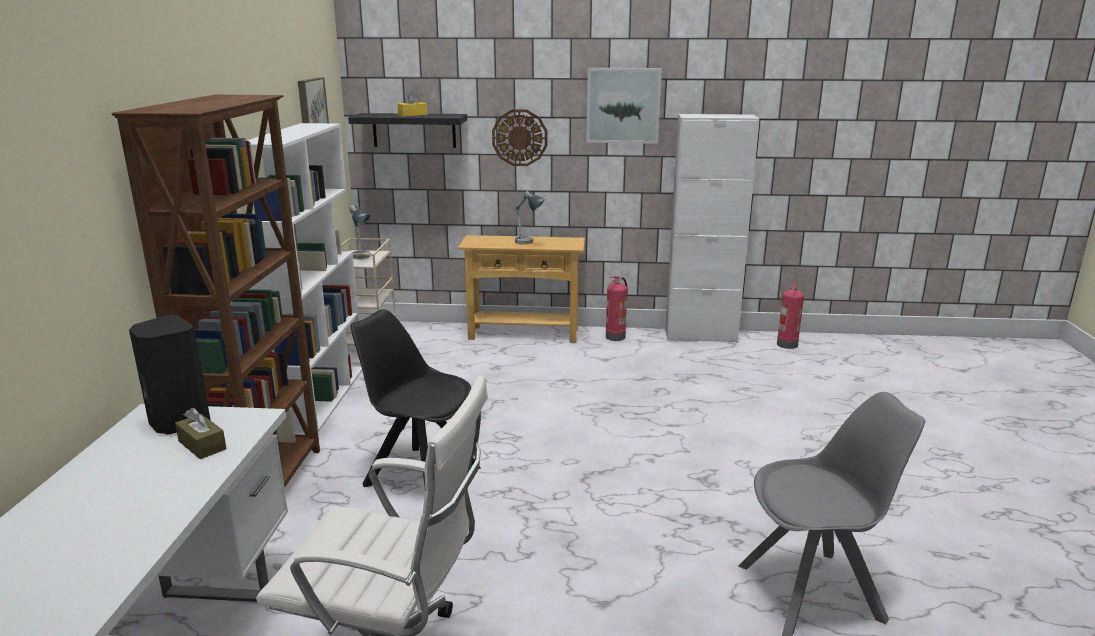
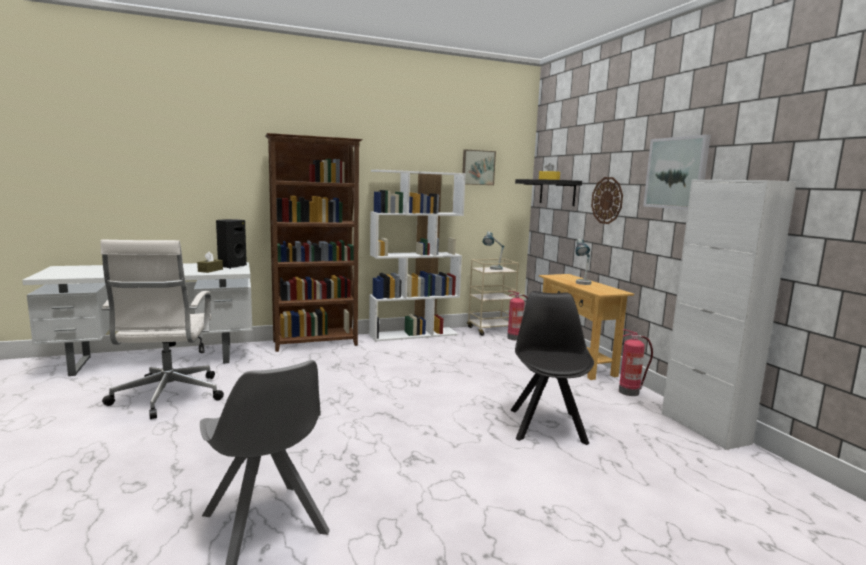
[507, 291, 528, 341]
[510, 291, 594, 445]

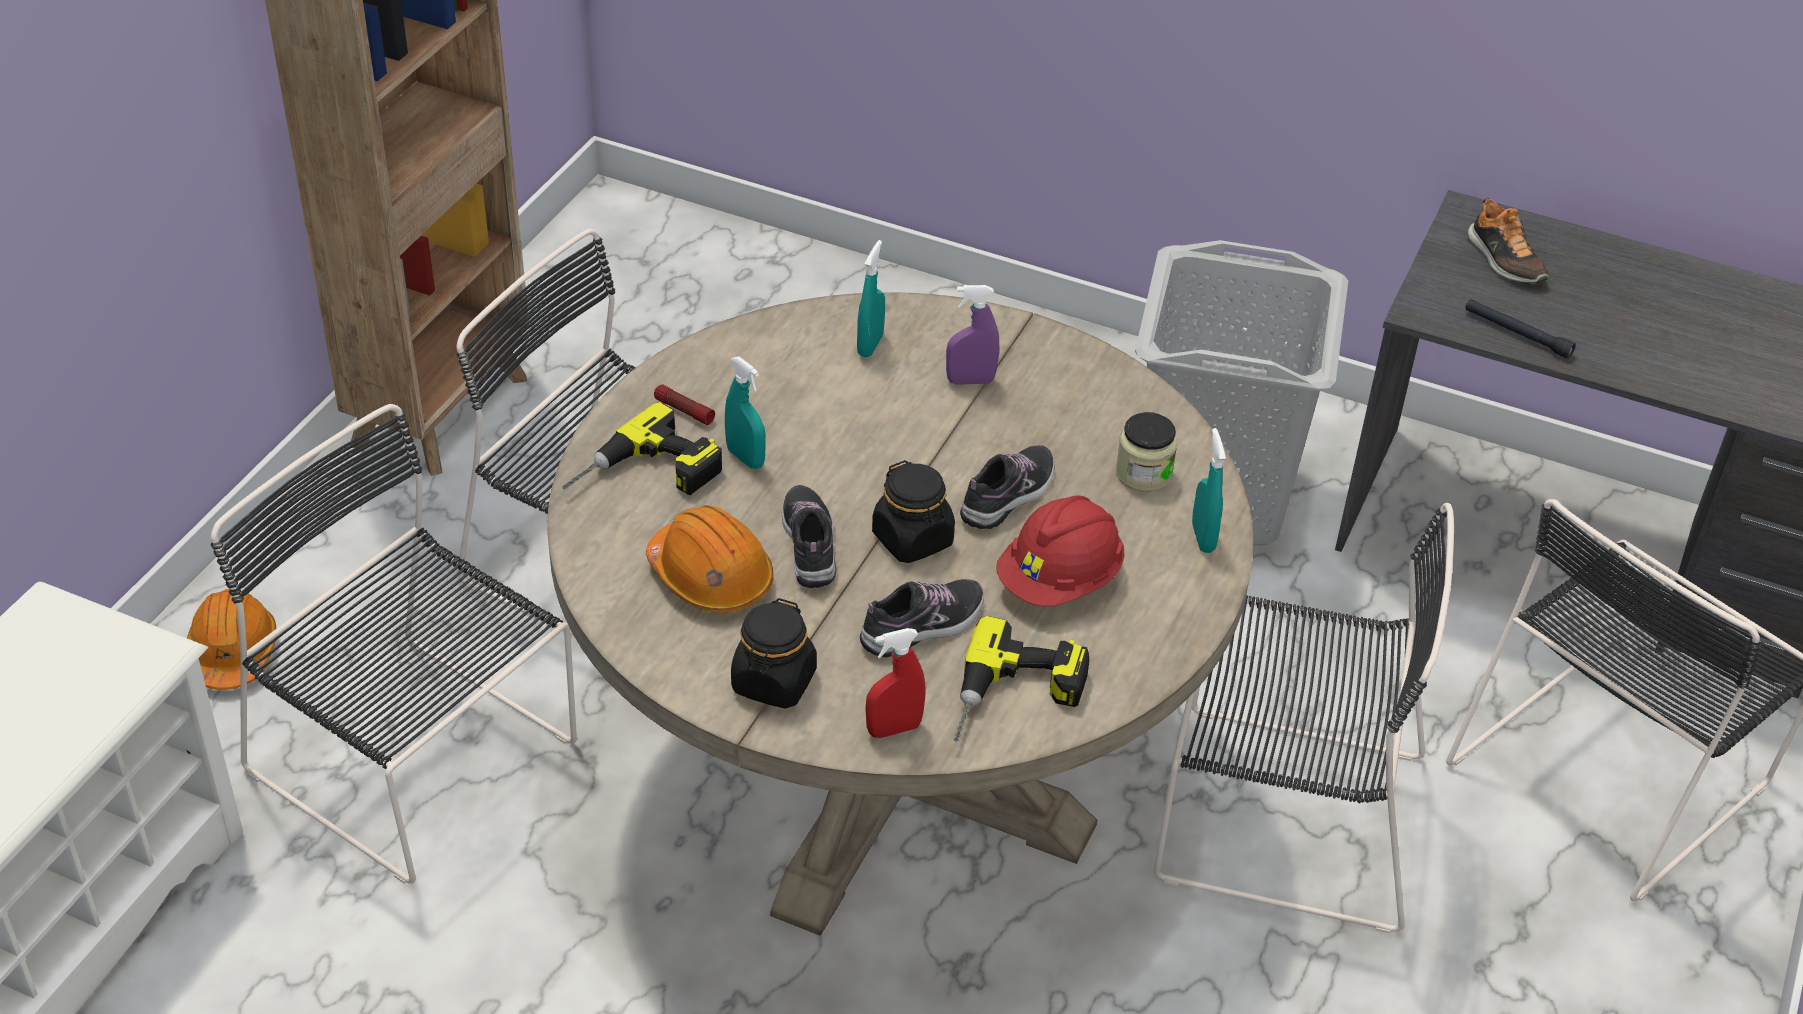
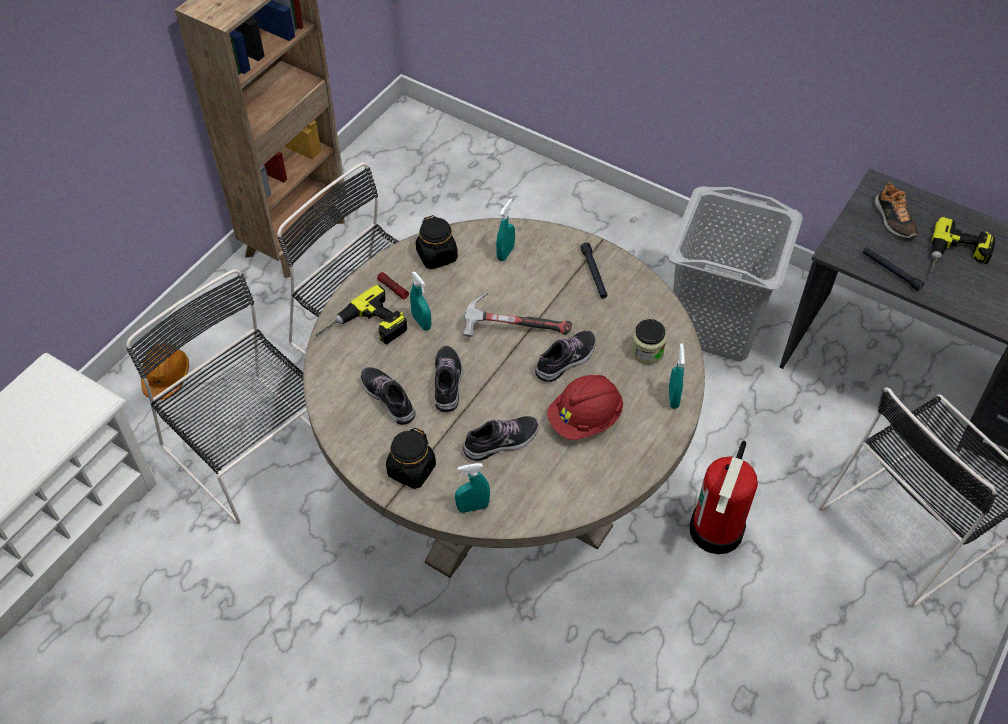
[361, 367, 415, 425]
[416, 215, 458, 269]
[455, 463, 490, 513]
[463, 293, 572, 337]
[580, 242, 608, 298]
[690, 441, 758, 554]
[930, 217, 995, 275]
[946, 285, 999, 385] (first image)

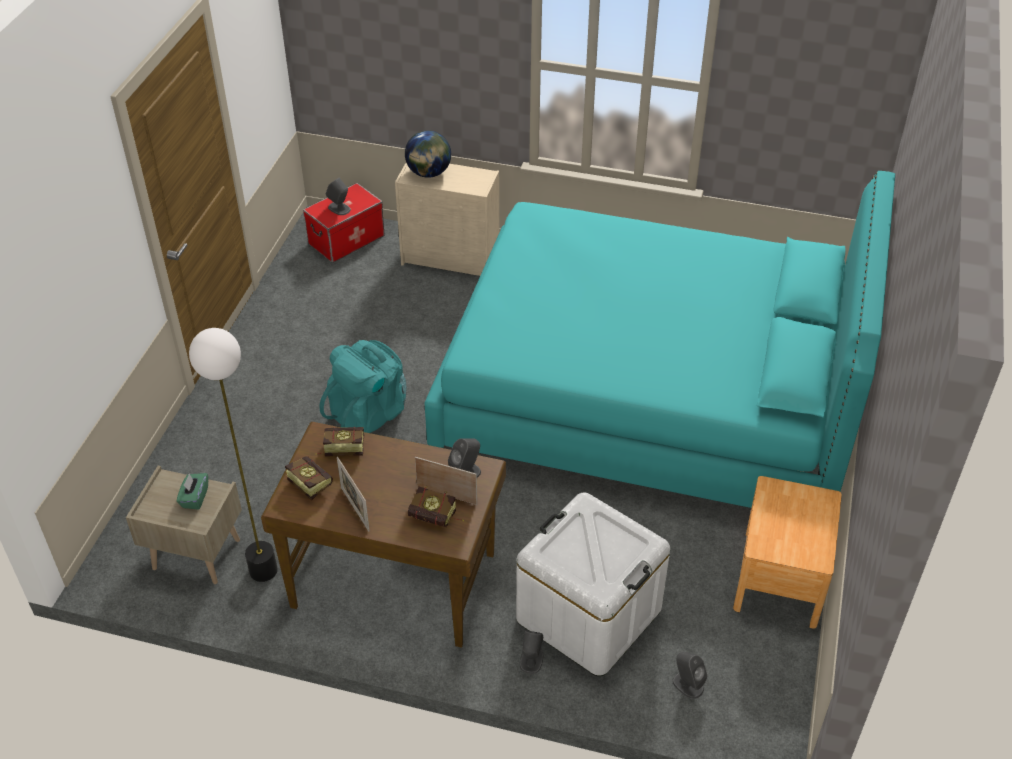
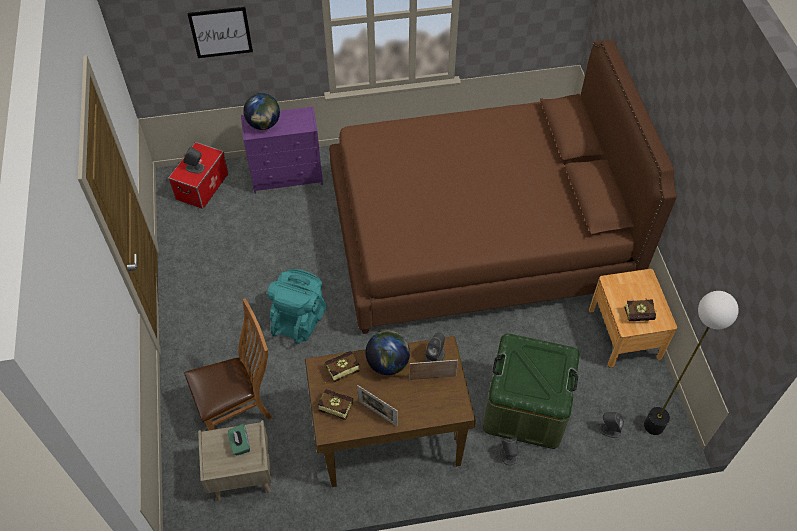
[184, 298, 272, 431]
[187, 7, 253, 58]
[241, 106, 323, 194]
[329, 40, 677, 334]
[365, 330, 410, 375]
[483, 334, 580, 449]
[625, 299, 656, 321]
[644, 291, 739, 435]

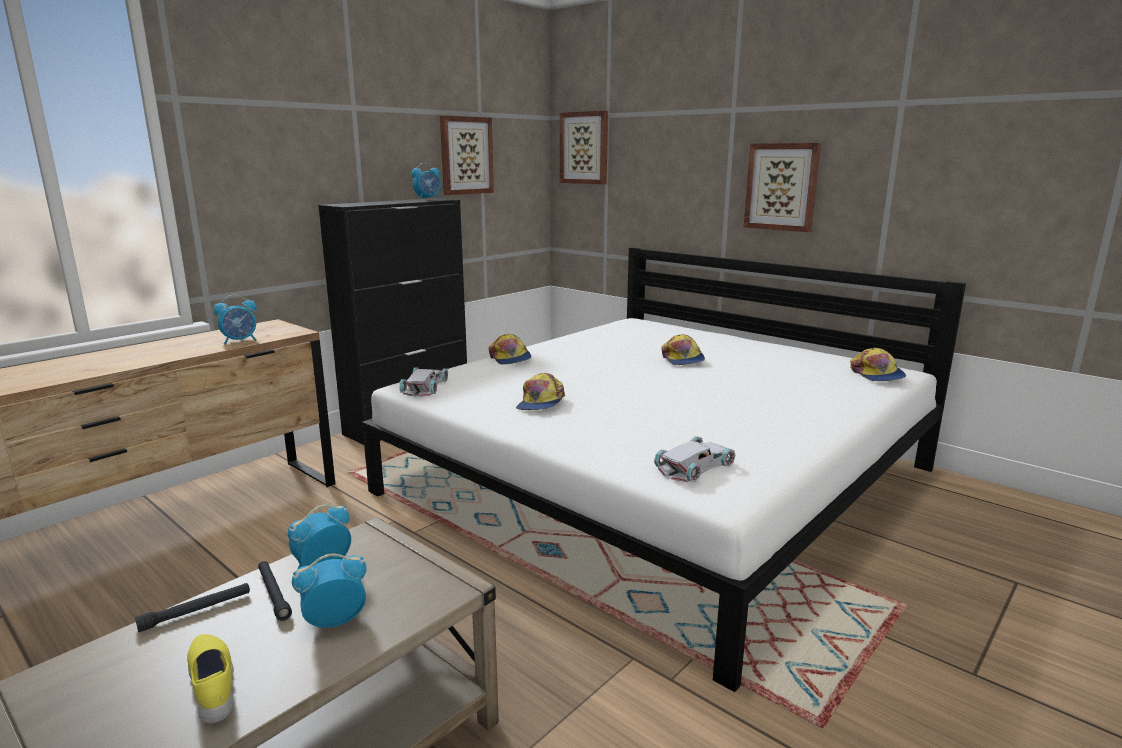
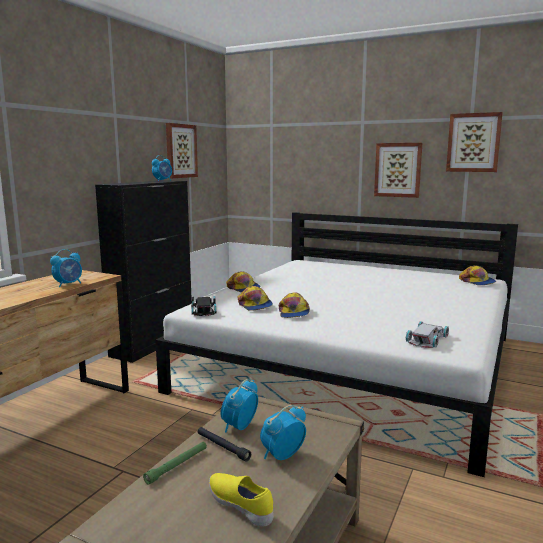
[143, 442, 207, 485]
[191, 296, 217, 316]
[238, 286, 273, 311]
[446, 112, 503, 172]

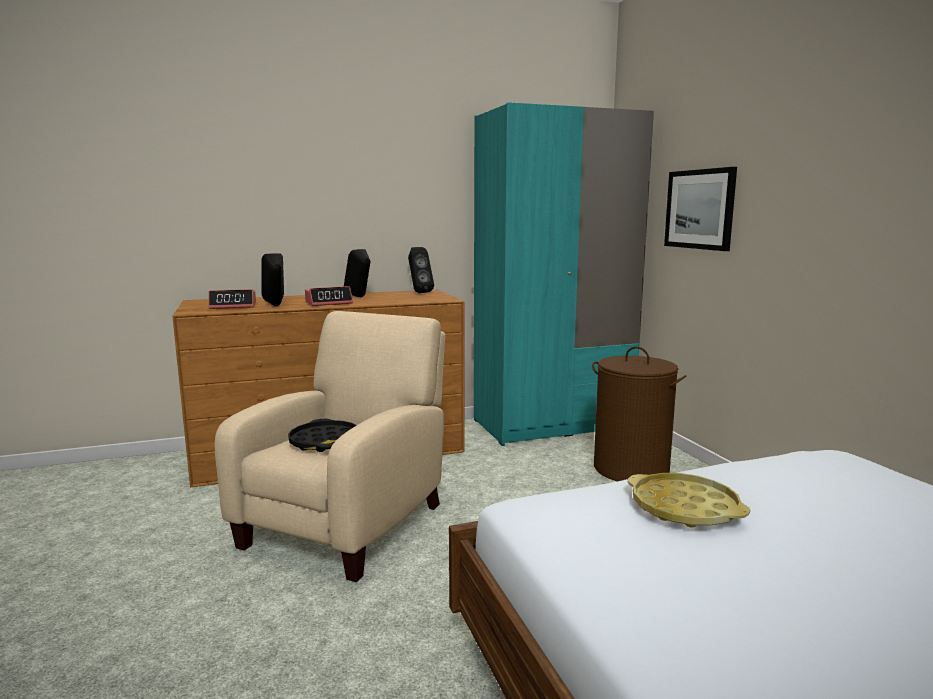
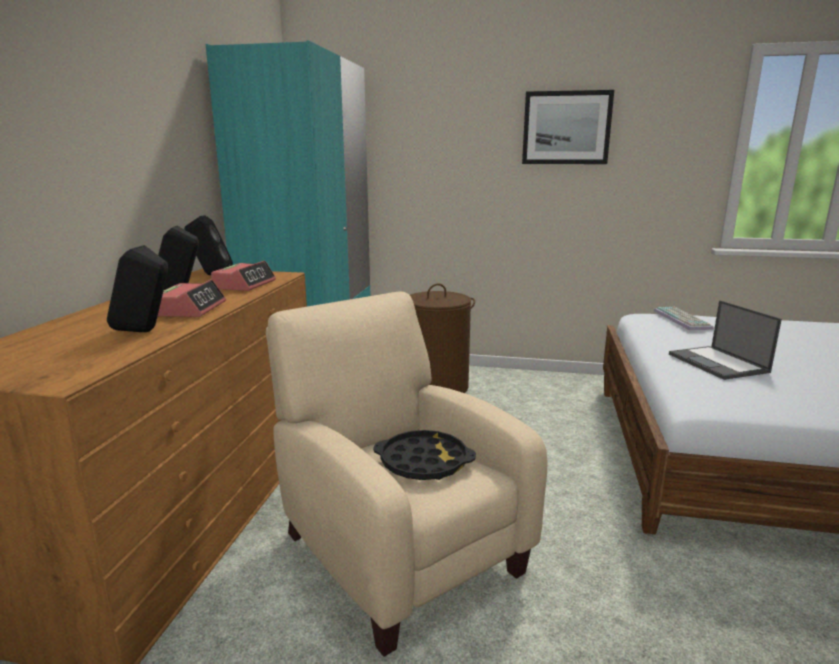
[211, 261, 276, 291]
[522, 90, 614, 164]
[654, 307, 714, 330]
[669, 300, 782, 380]

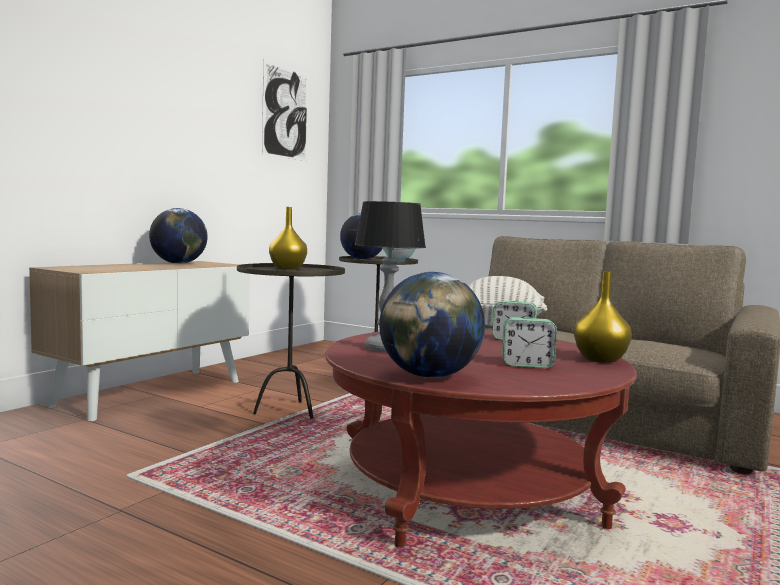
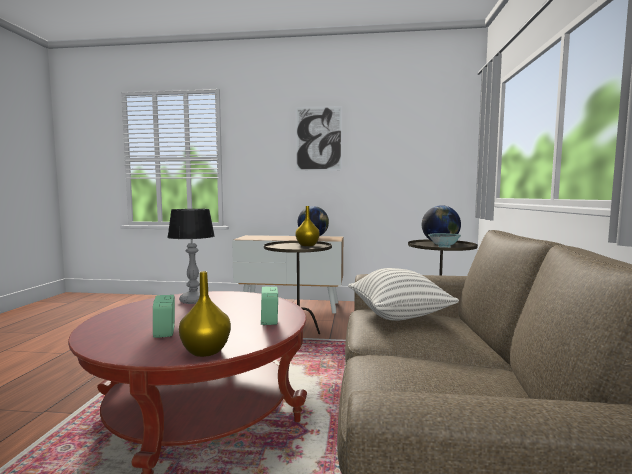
[295, 106, 342, 171]
[379, 272, 485, 378] (first image)

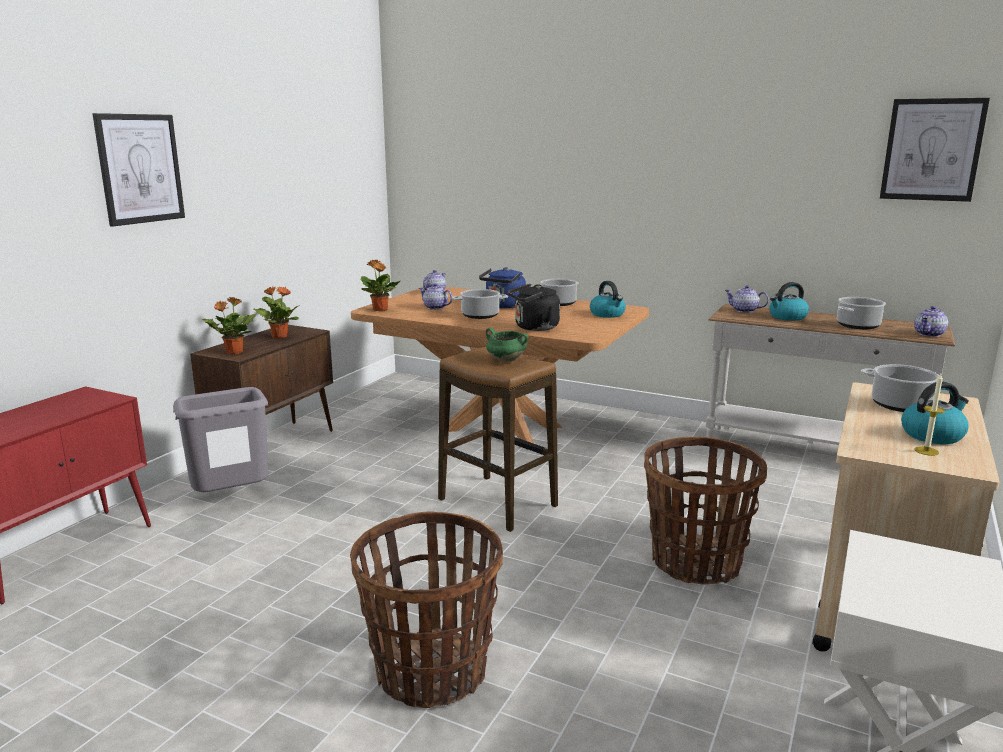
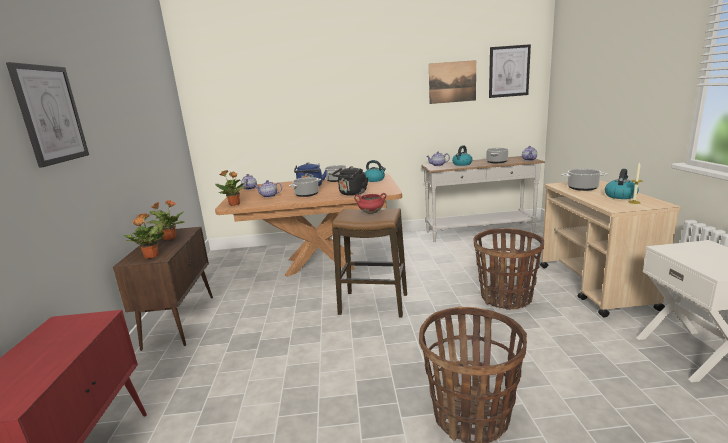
[354, 193, 386, 214]
[429, 60, 476, 104]
[173, 387, 269, 492] (first image)

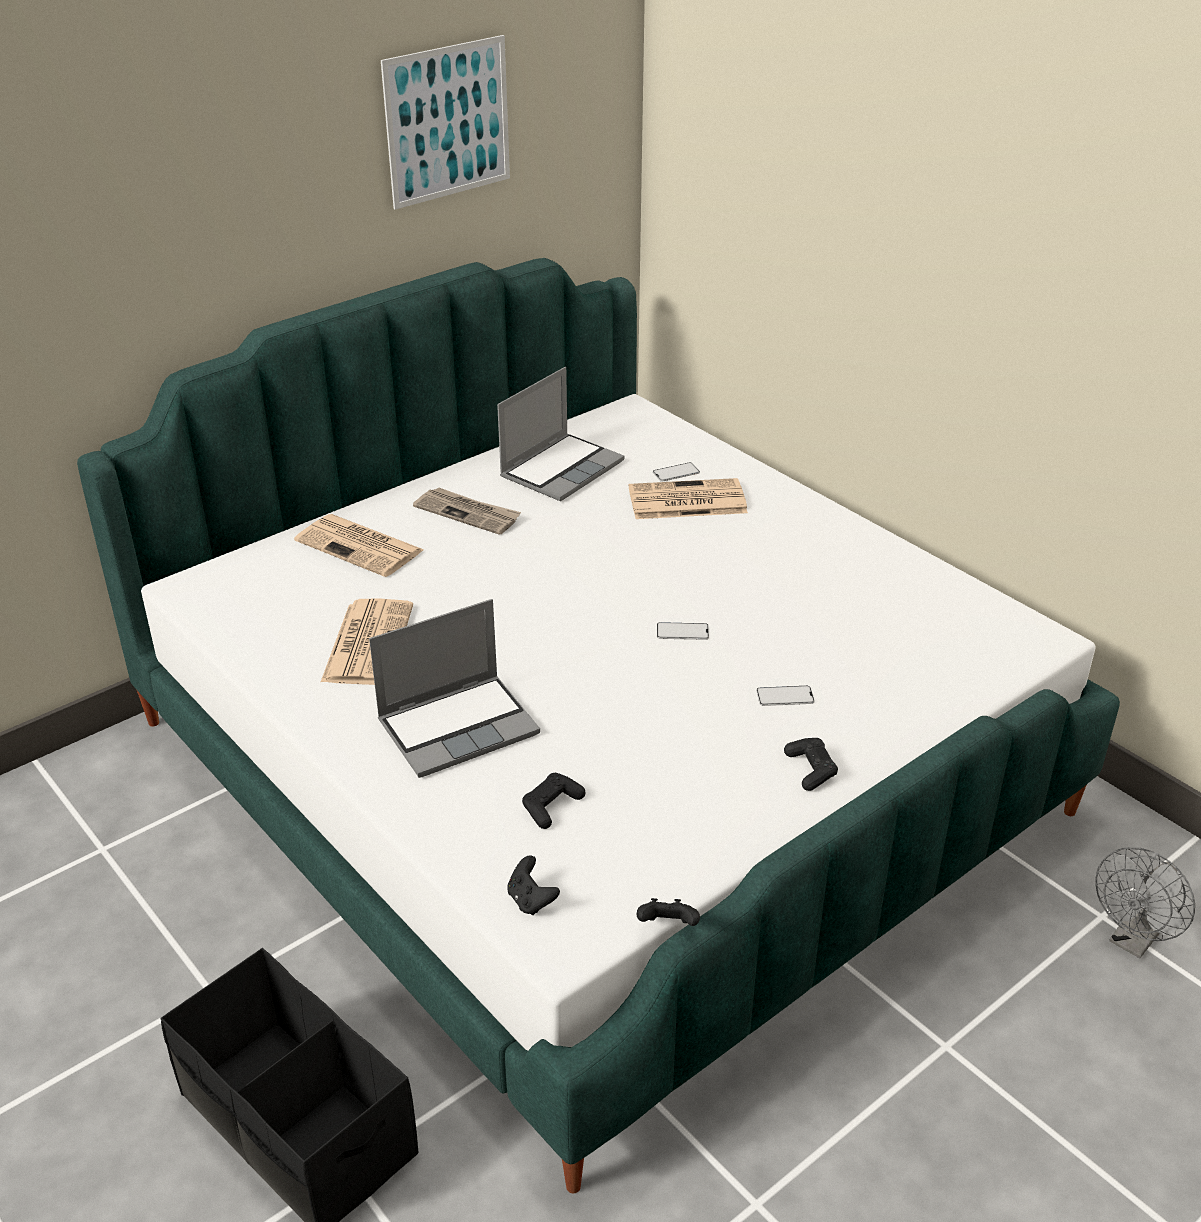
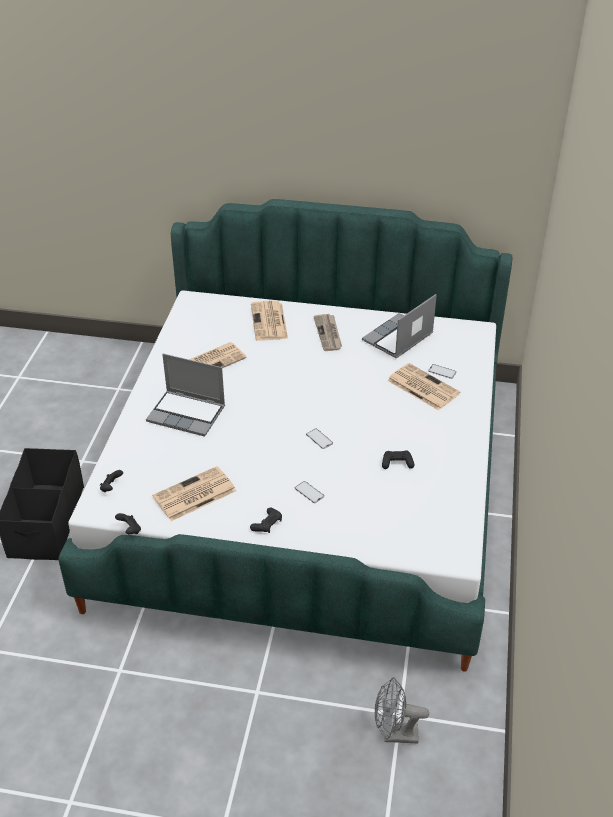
[152, 466, 236, 521]
[362, 294, 437, 358]
[382, 450, 414, 469]
[381, 35, 510, 209] (first image)

